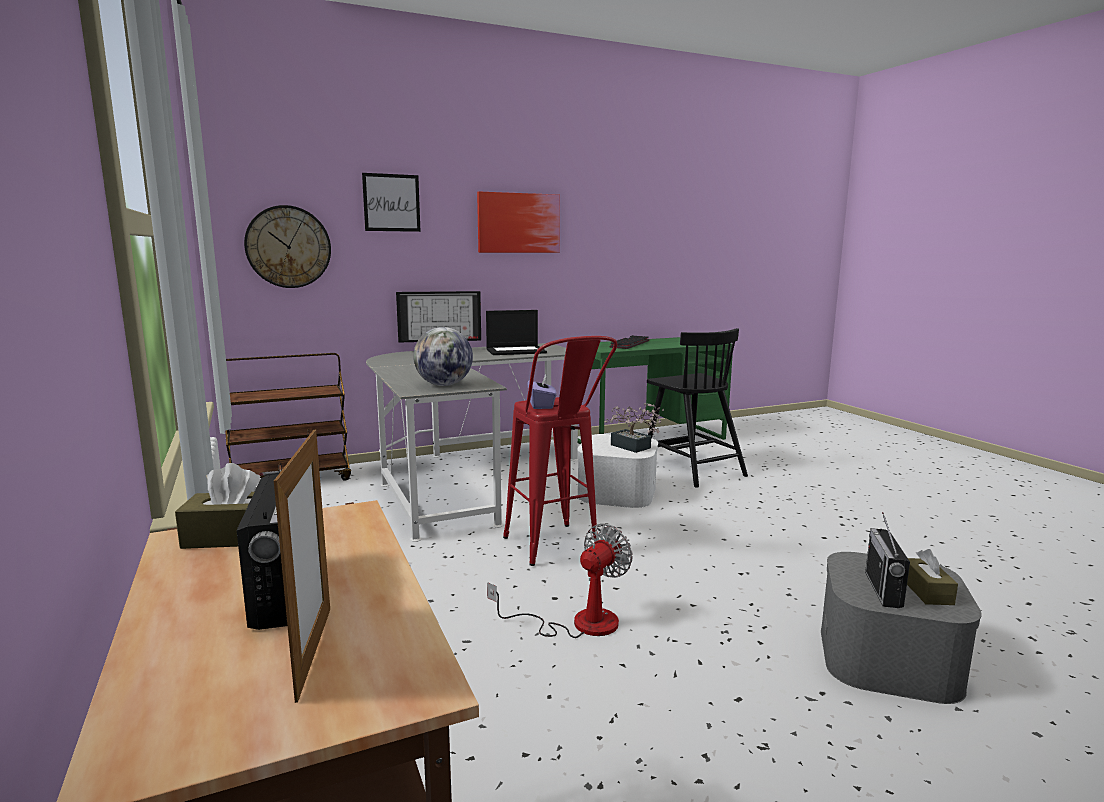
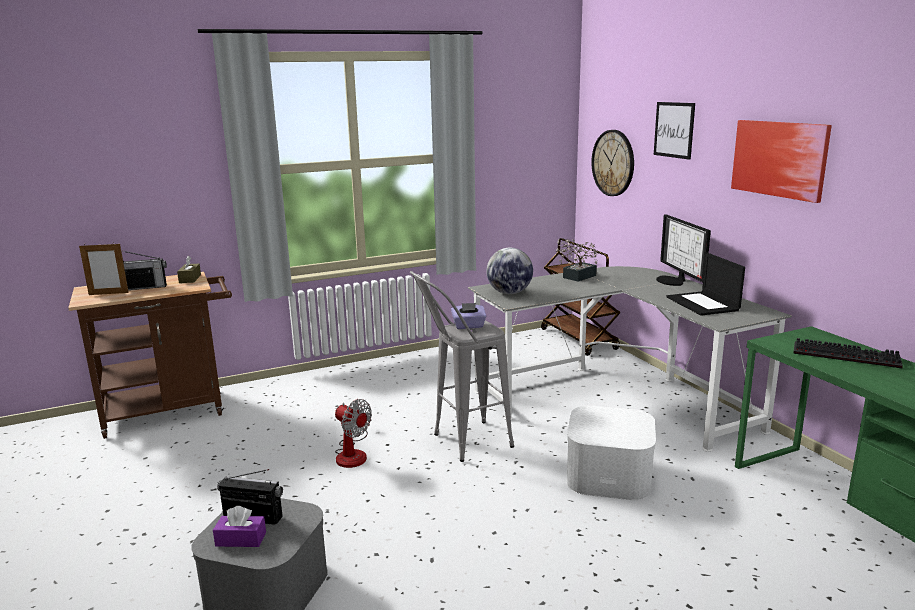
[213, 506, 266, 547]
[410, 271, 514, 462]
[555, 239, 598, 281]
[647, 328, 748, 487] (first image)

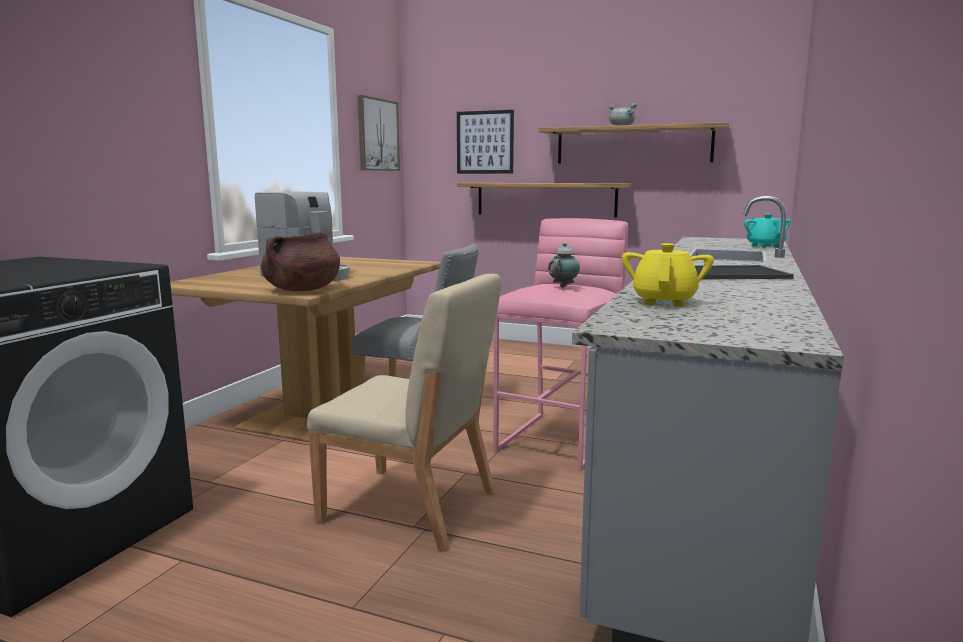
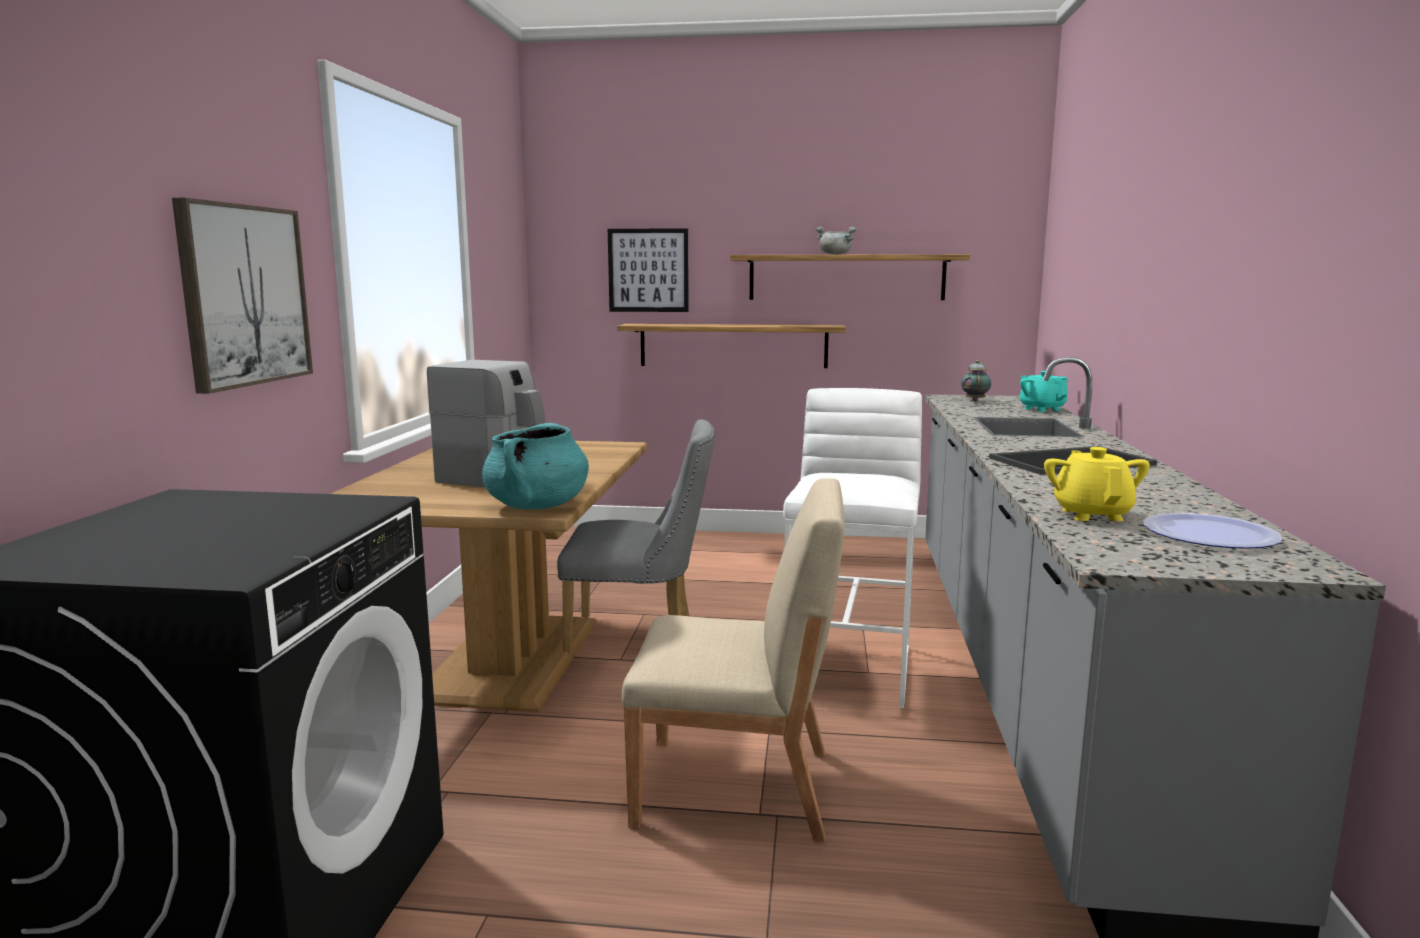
[172, 198, 313, 394]
[482, 423, 589, 509]
[783, 388, 922, 708]
[961, 360, 991, 402]
[1143, 513, 1283, 549]

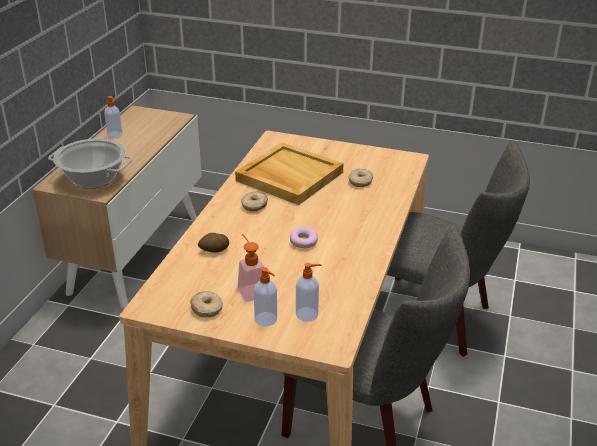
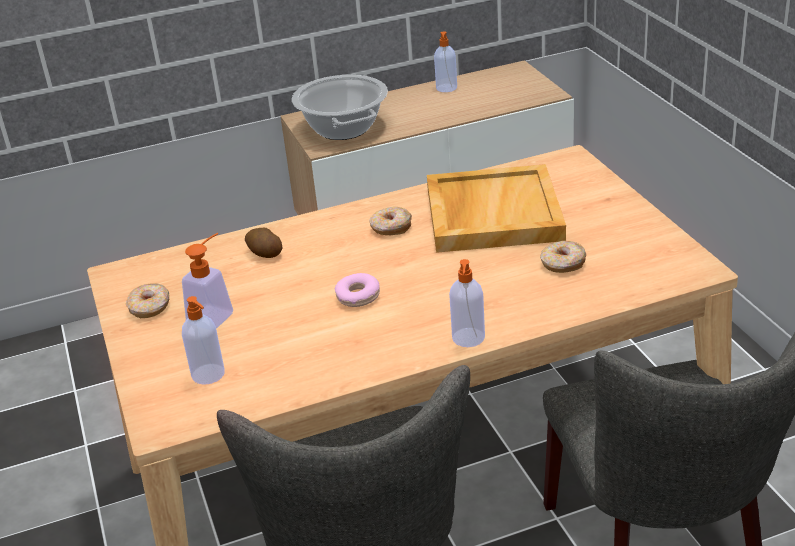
[449, 259, 485, 347]

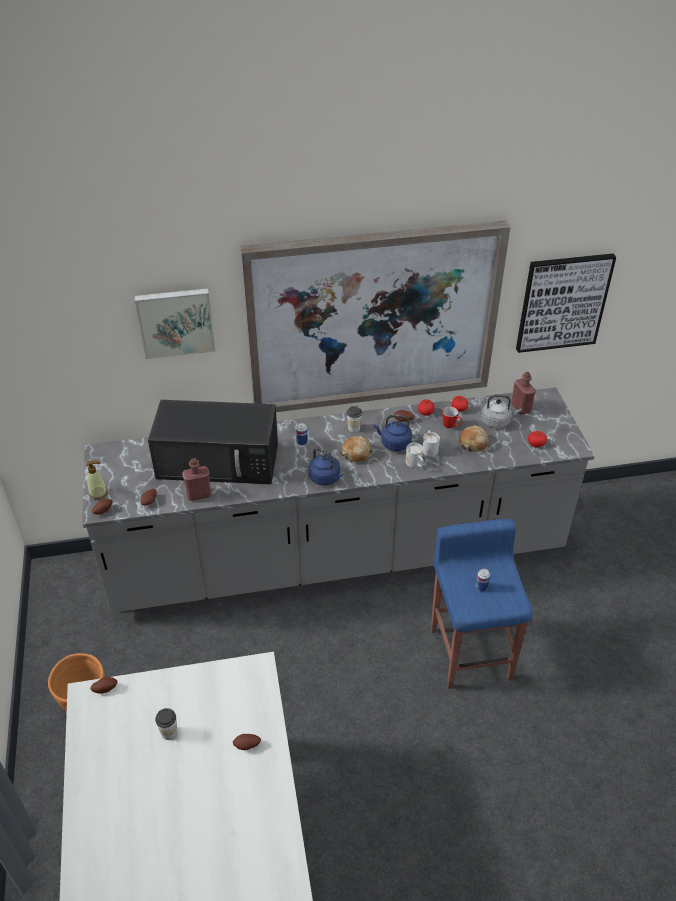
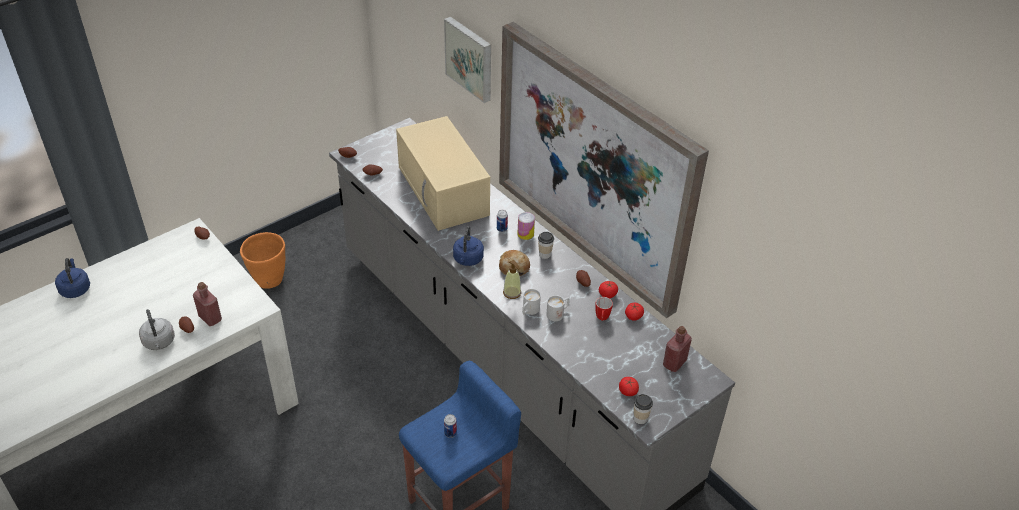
[55, 258, 90, 298]
[139, 309, 175, 350]
[193, 282, 222, 326]
[396, 116, 490, 231]
[503, 260, 521, 299]
[518, 212, 535, 240]
[633, 394, 653, 424]
[459, 425, 489, 452] (first image)
[516, 253, 616, 353] (first image)

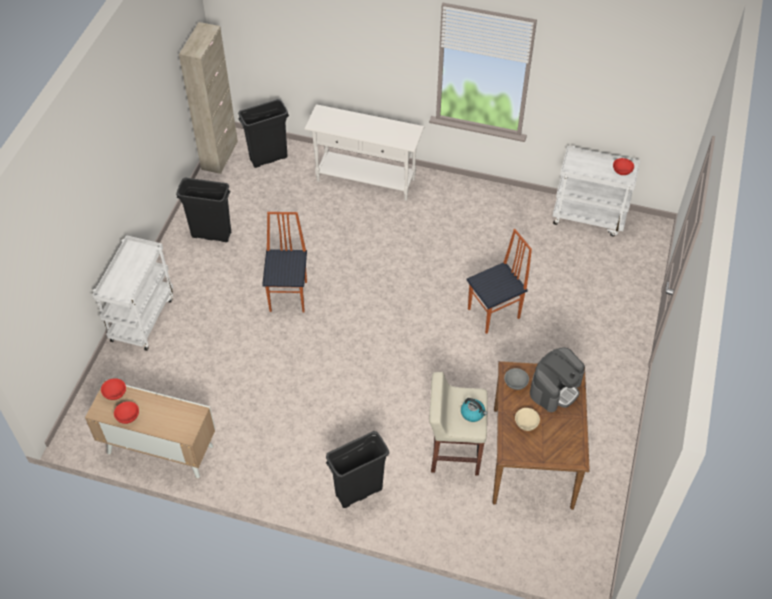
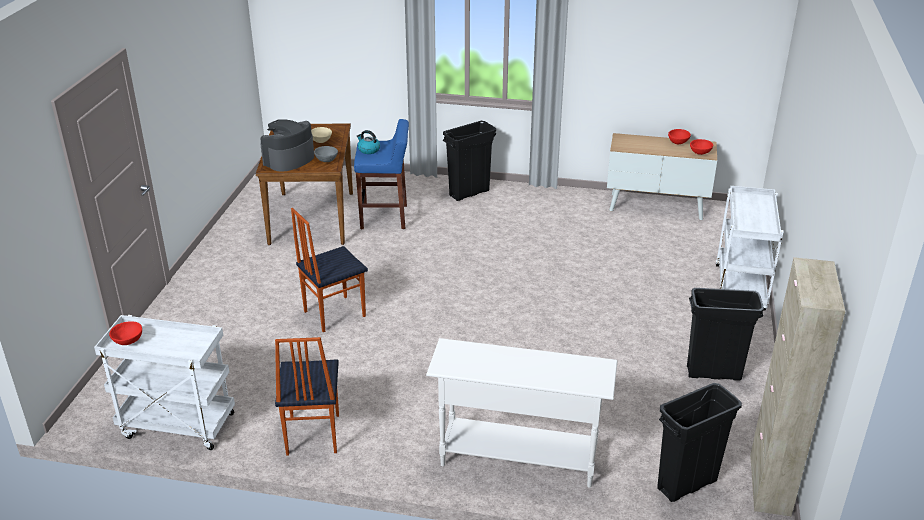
[275, 337, 339, 456]
[354, 119, 409, 229]

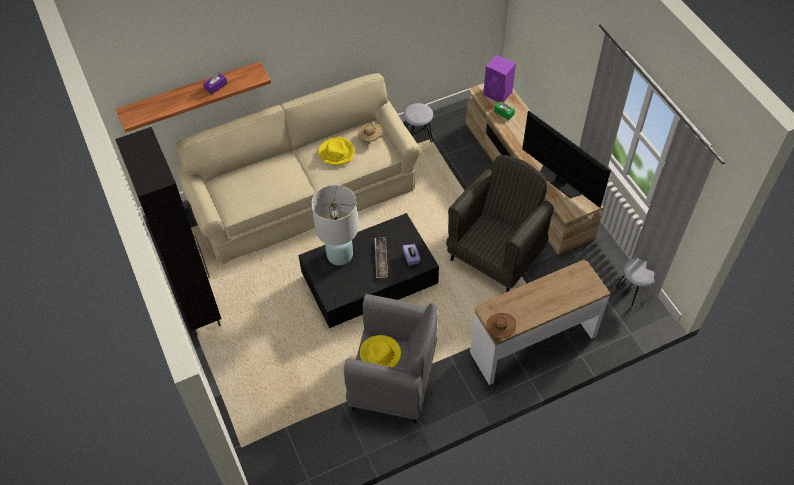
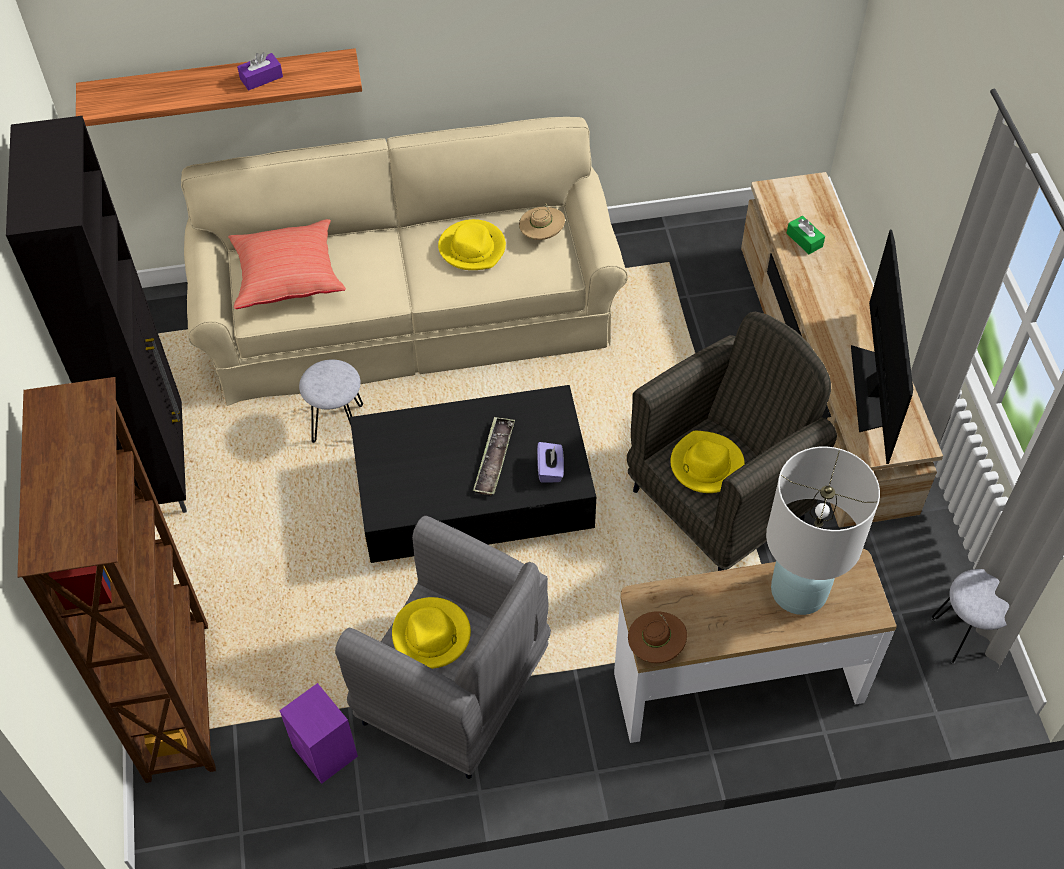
[17, 377, 216, 783]
[228, 219, 346, 309]
[279, 683, 358, 784]
[299, 360, 363, 443]
[671, 431, 744, 493]
[766, 447, 880, 615]
[851, 230, 913, 464]

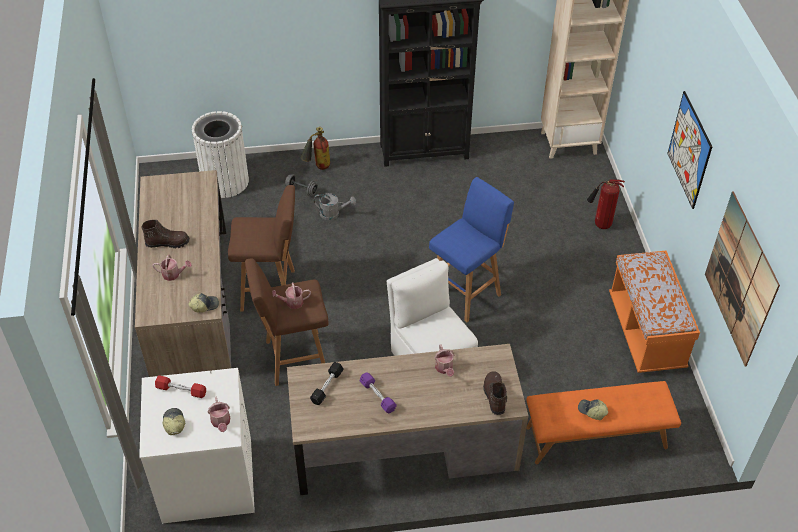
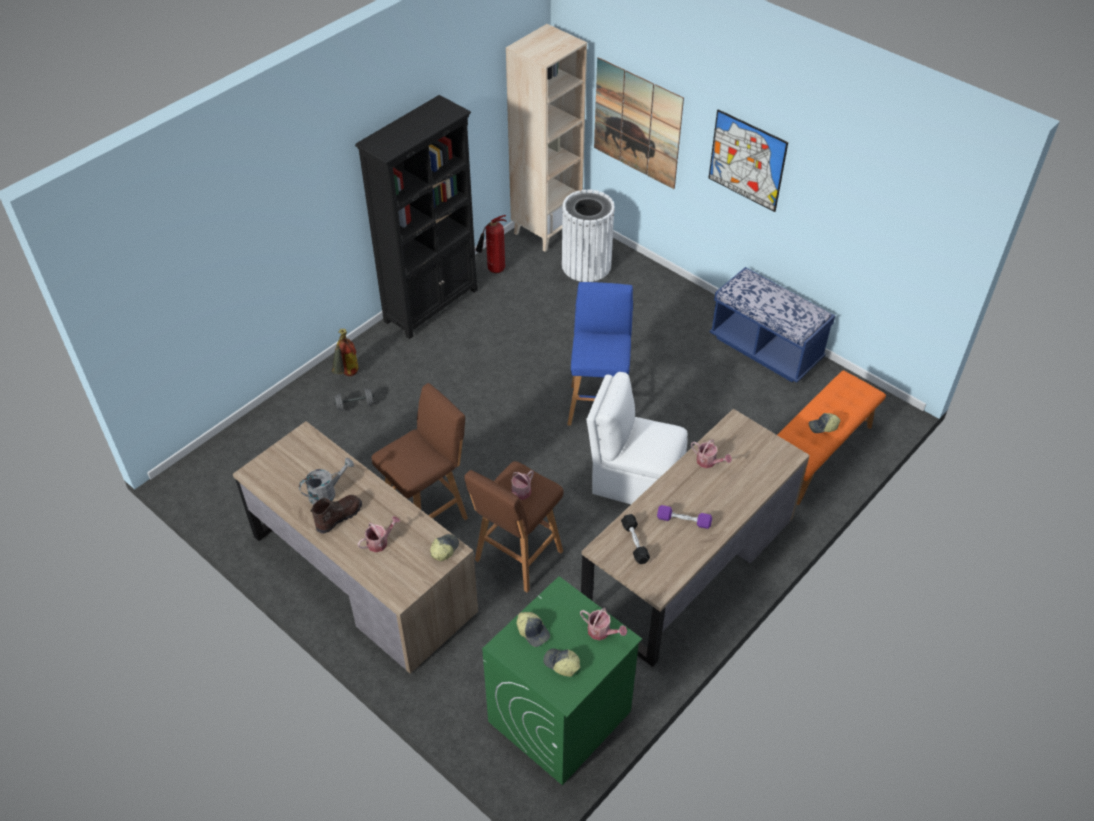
[299, 458, 354, 505]
[476, 215, 507, 273]
[482, 576, 642, 785]
[517, 612, 550, 647]
[562, 189, 615, 282]
[594, 57, 684, 189]
[710, 267, 835, 383]
[483, 371, 507, 415] (first image)

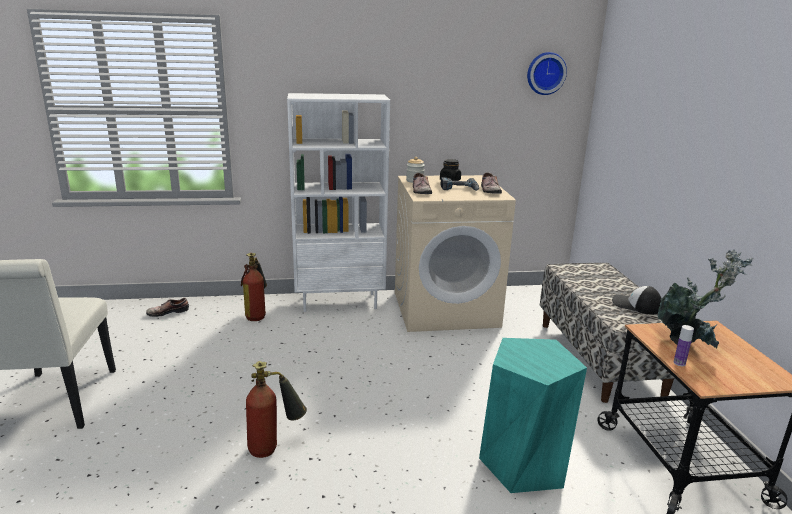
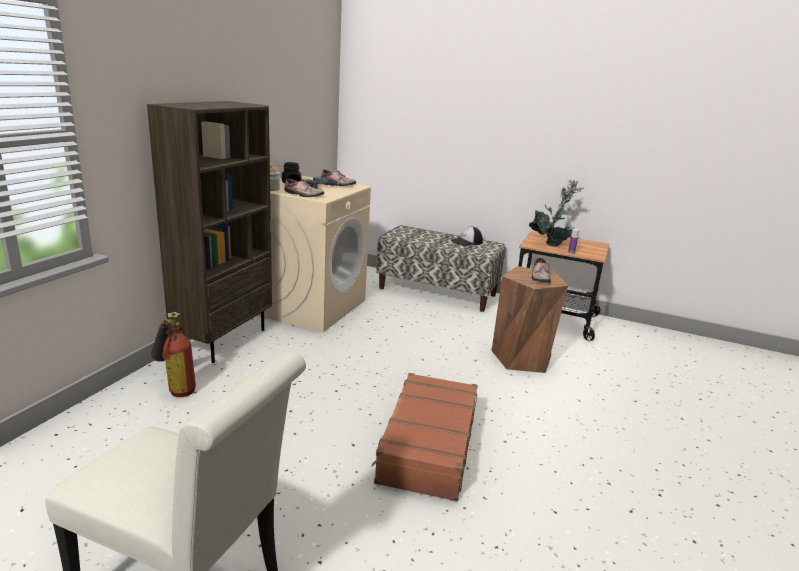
[147, 101, 272, 363]
[371, 373, 478, 501]
[491, 266, 568, 373]
[532, 257, 551, 283]
[527, 52, 567, 95] (first image)

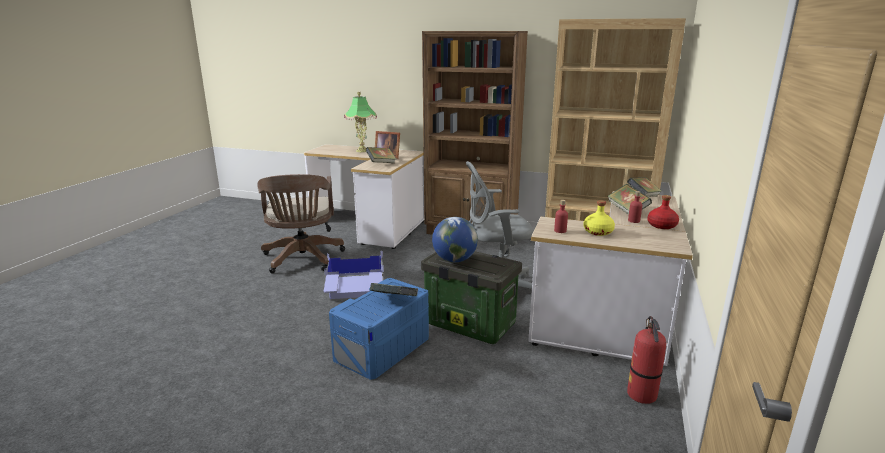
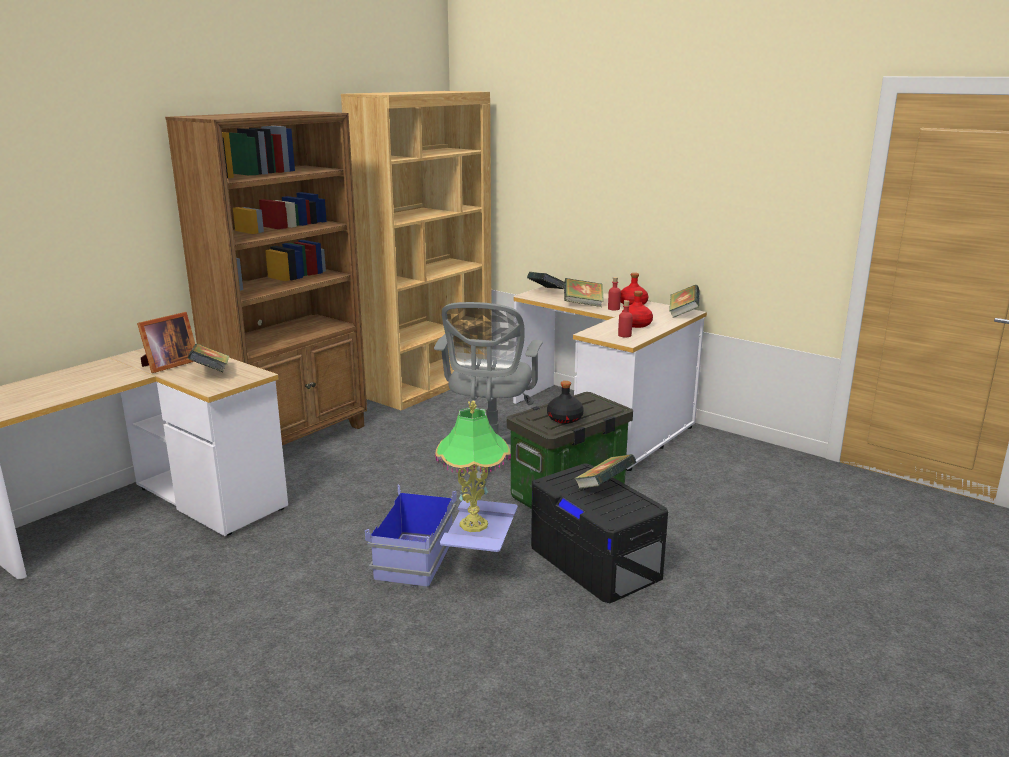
[435, 400, 511, 532]
[531, 463, 668, 603]
[547, 381, 584, 424]
[622, 291, 653, 328]
[669, 285, 699, 318]
[257, 174, 345, 273] (first image)
[627, 316, 666, 404] (first image)

